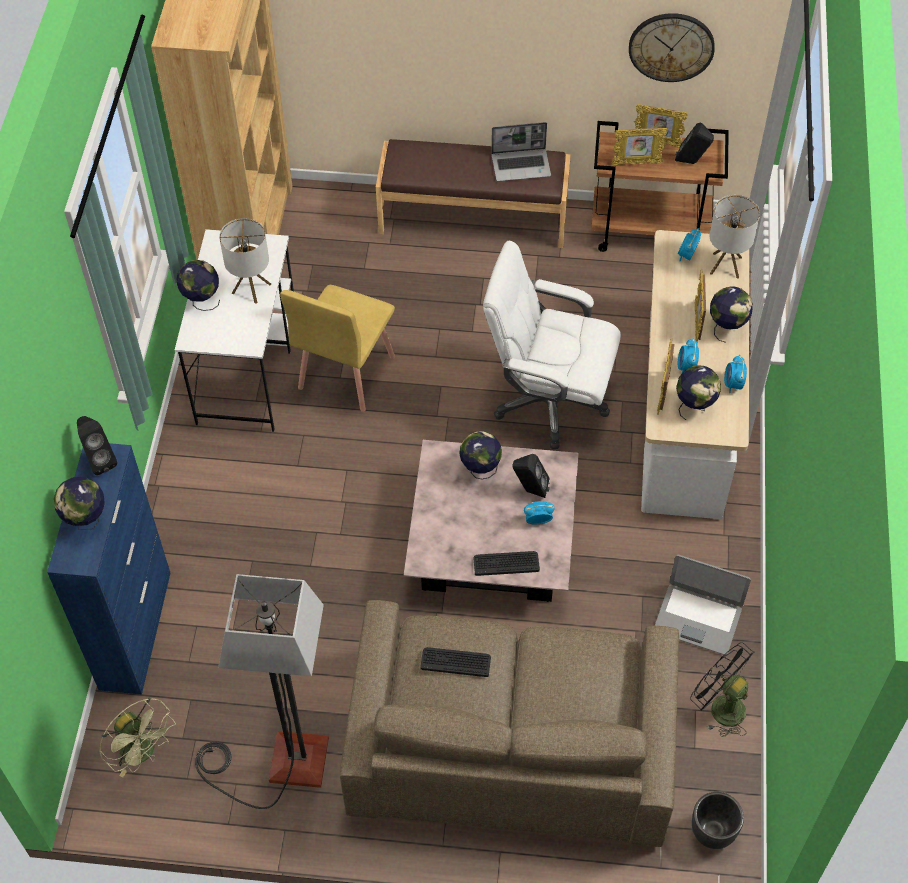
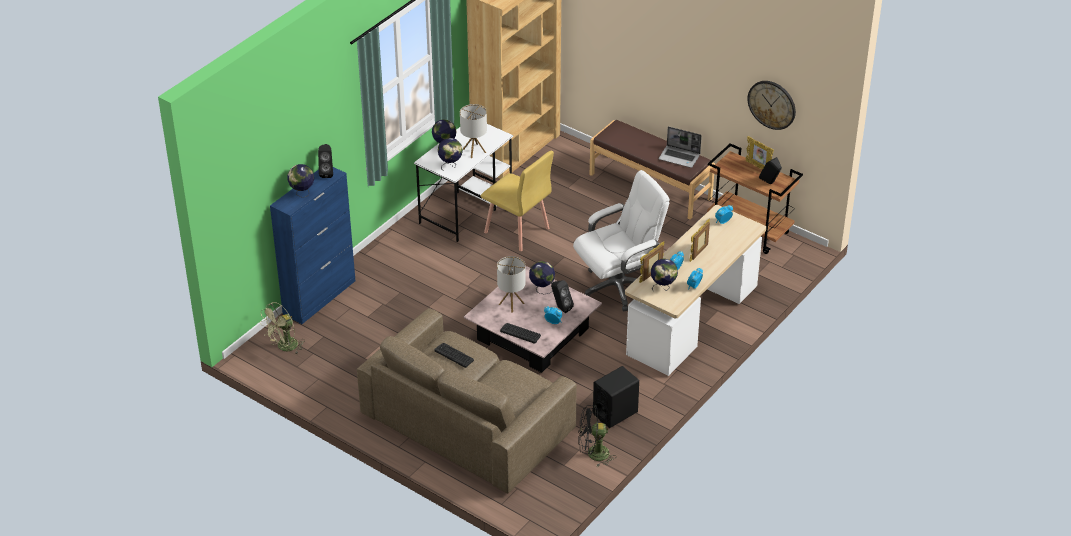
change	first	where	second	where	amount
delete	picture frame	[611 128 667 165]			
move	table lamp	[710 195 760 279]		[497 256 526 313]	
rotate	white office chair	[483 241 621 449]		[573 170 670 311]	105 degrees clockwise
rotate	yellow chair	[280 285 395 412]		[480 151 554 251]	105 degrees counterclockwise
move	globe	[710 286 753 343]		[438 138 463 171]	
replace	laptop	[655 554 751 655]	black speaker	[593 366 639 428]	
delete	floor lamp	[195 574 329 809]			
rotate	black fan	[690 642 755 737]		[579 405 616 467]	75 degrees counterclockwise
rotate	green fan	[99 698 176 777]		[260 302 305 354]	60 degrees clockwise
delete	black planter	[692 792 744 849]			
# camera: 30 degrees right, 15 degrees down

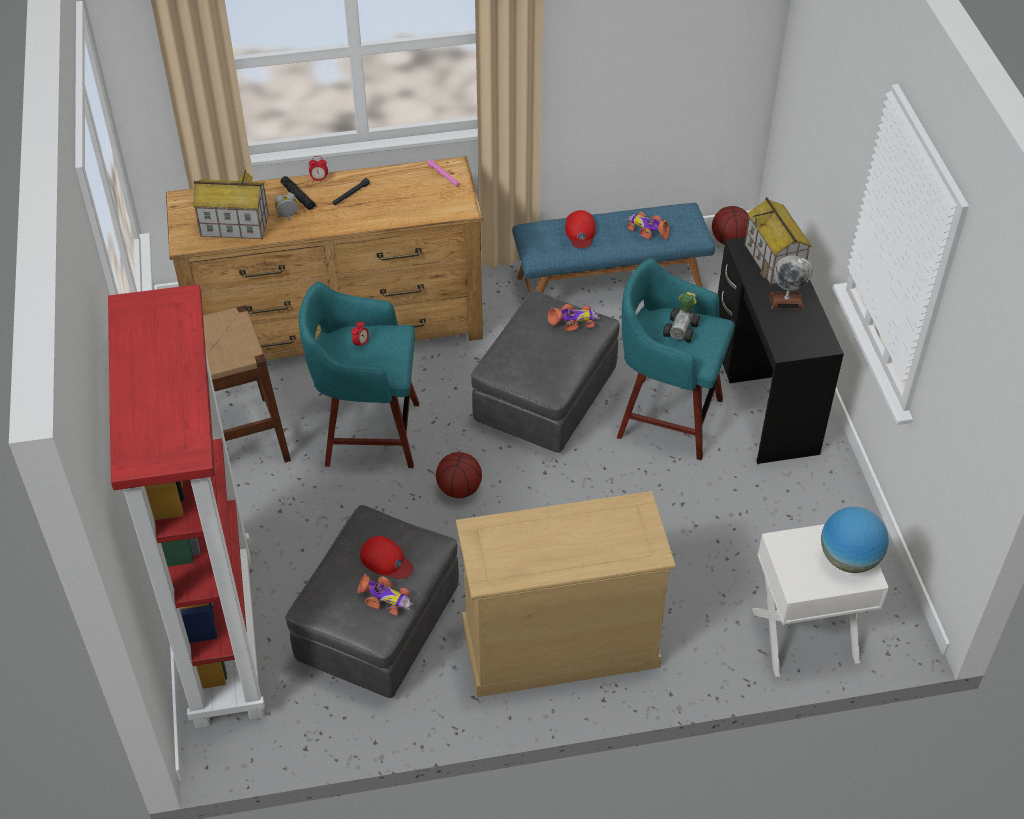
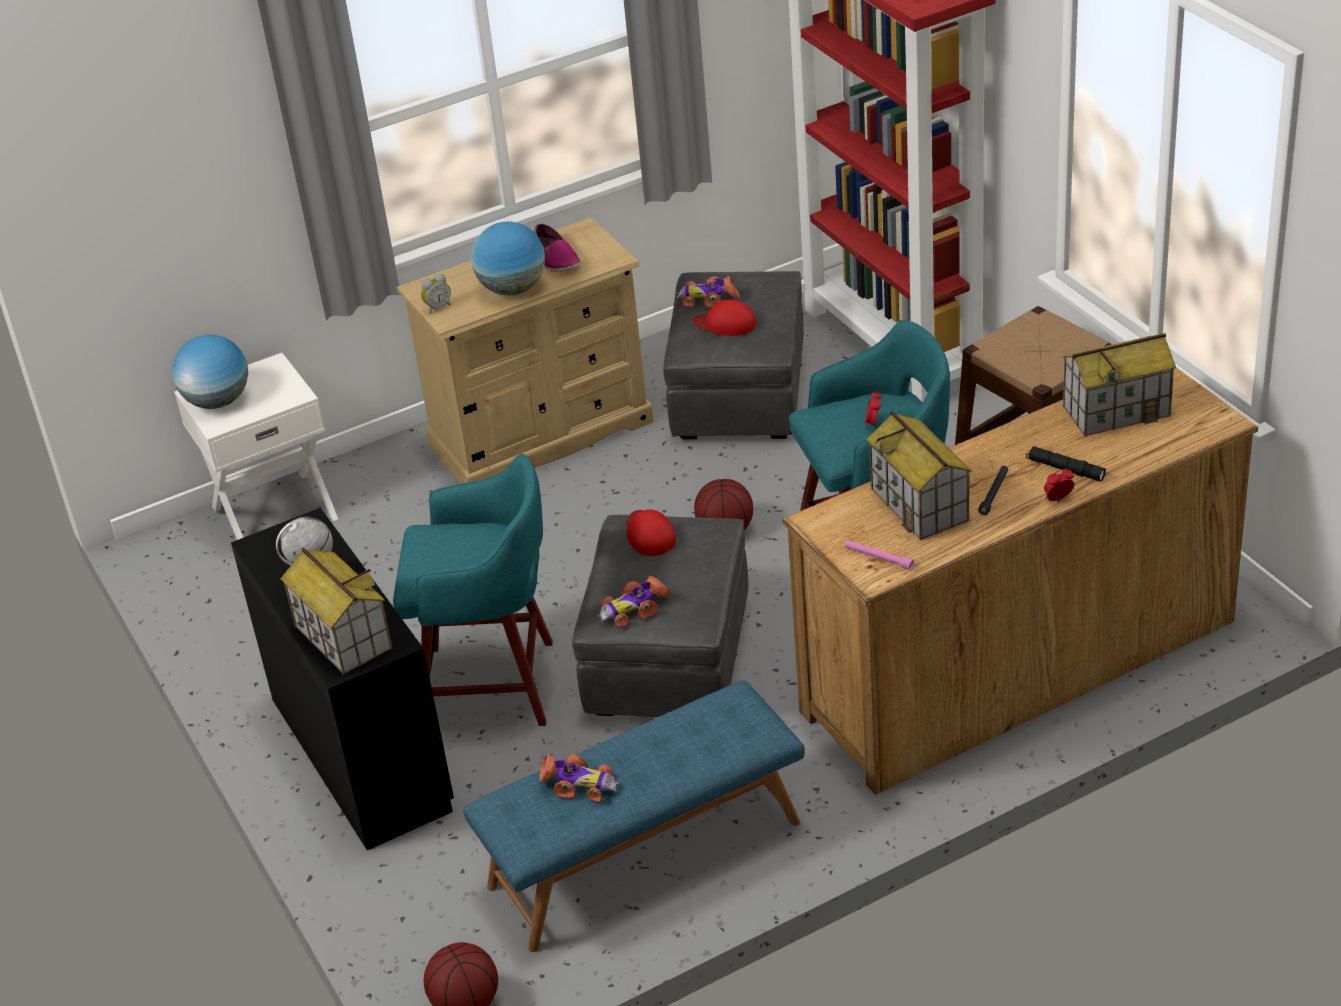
change	first	where	second	where	amount
move	alarm clock	[275 193 298 221]		[421 274 451 314]	
move	red cap	[565 210 595 248]		[627 509 676 556]	
delete	toy car	[663 292 700 343]			
insert			globe	[471 221 545 295]	
insert			shoe	[534 223 580 272]	
insert			toy house	[867 411 972 540]	
# camera: 165 degrees right, 10 degrees down

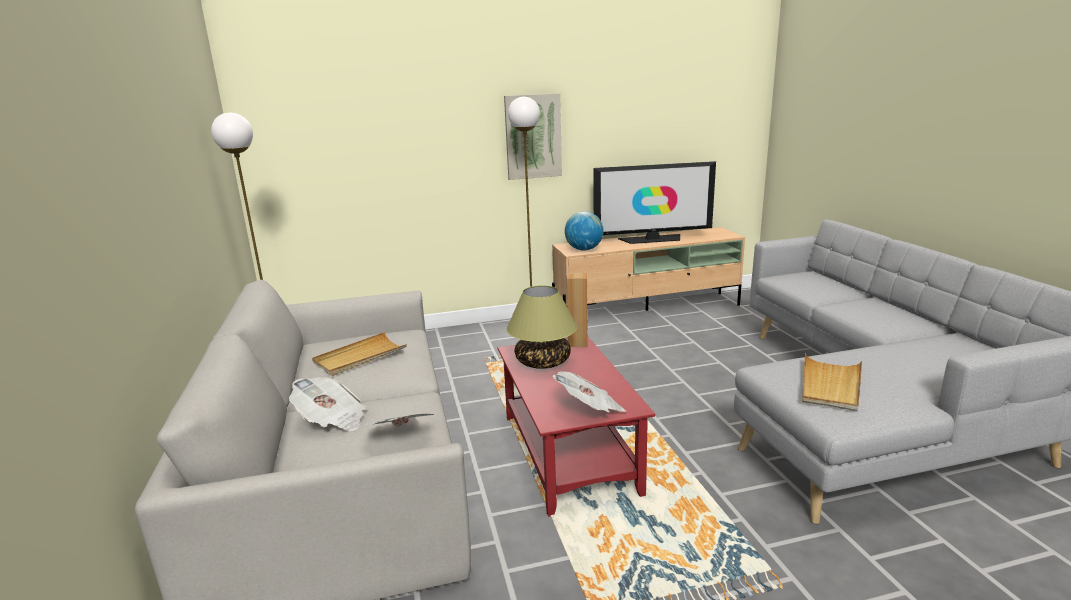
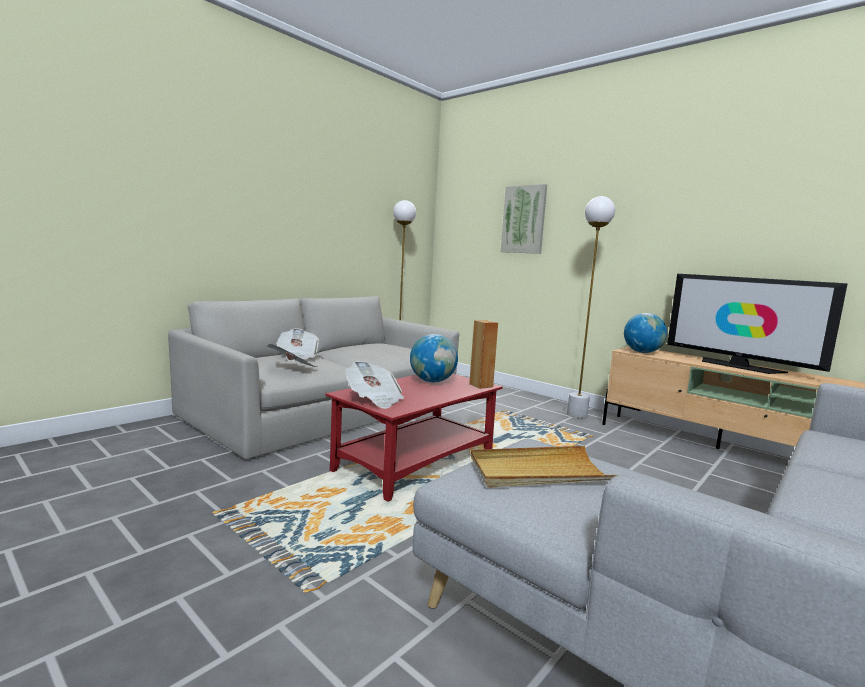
change	first	where	second	where	amount
move	picture	[504 93 562 180]		[501 184 547 254]	
replace	table lamp	[507 285 577 369]	globe	[410 334 458 382]	
delete	beige tray	[312 332 407 376]			
# camera: 55 degrees right, 10 degrees down

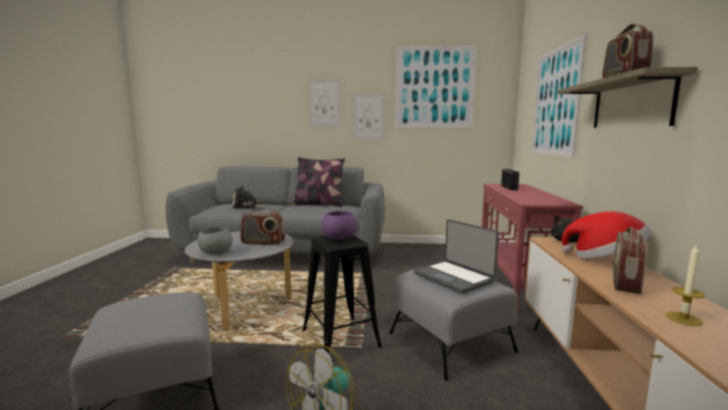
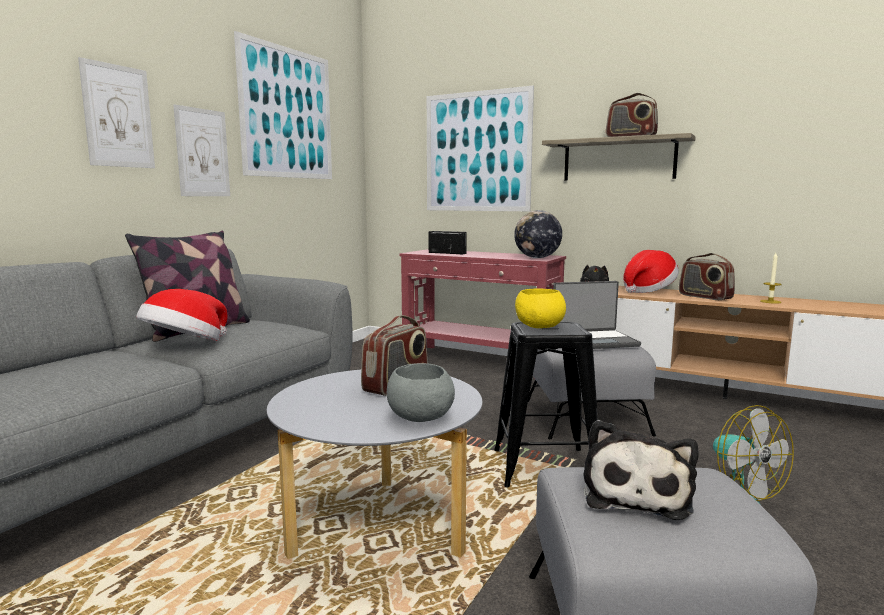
change	first	where	second	where	amount
move	plush toy	[232 185 266 209]		[583 420 699 520]	
recolor	purple bowl	[321 211 357 240]	yellow bowl	[515 288 566 328]	
insert			globe	[514 210 562 258]	
insert			hat	[136 289 228 341]	
# camera: 65 degrees left, 0 degrees up

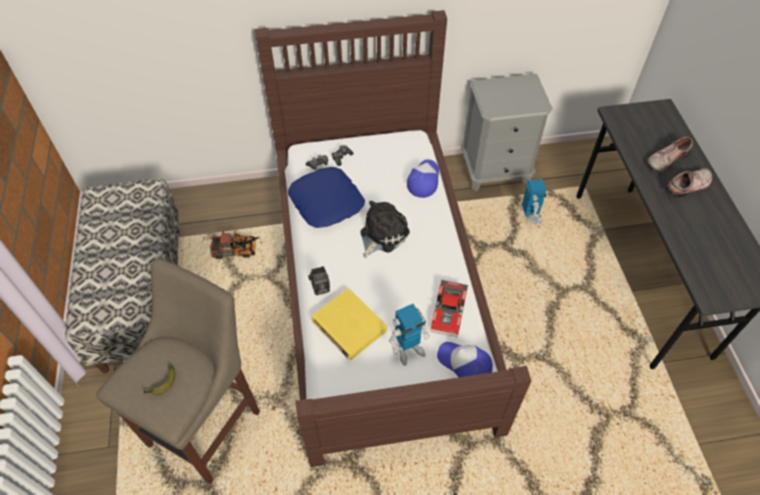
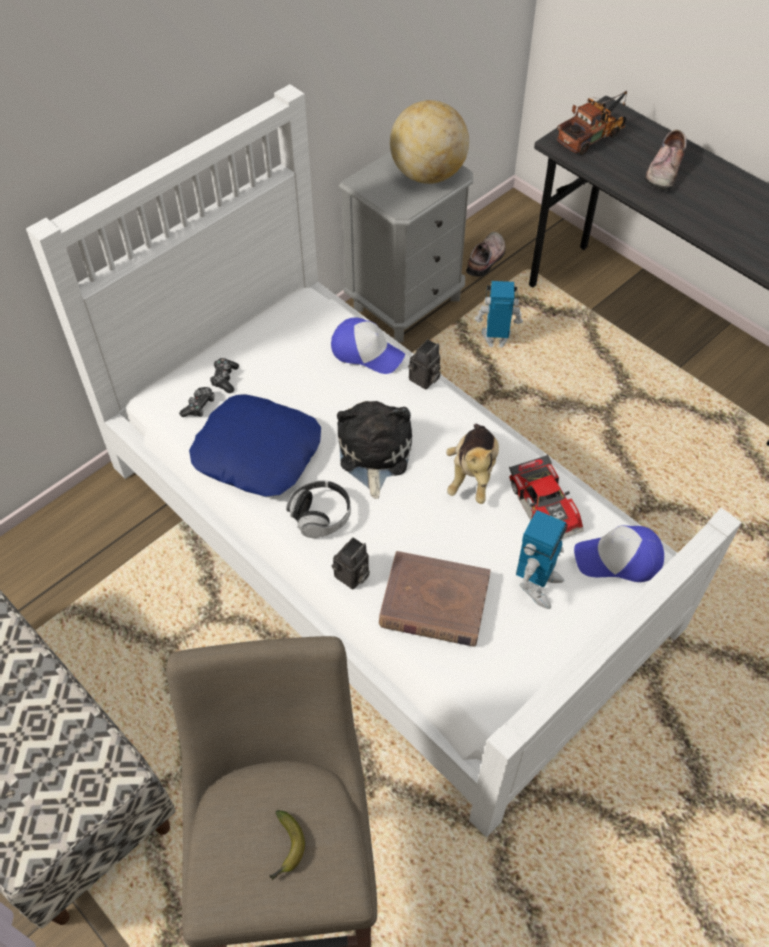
change	first	where	second	where	amount
recolor	brown bed	[255 10 531 467]	white bed	[26 84 742 838]	
rotate	cap	[407 159 439 198]		[331 317 405 374]	135 degrees clockwise
move	shoe	[664 168 712 198]		[466 232 506 277]	
rotate	toy robot	[522 179 547 224]		[475 281 523 348]	45 degrees counterclockwise
move	toy truck	[210 230 263 259]		[557 91 627 155]	
recolor	yellow book	[312 288 387 360]	brown book	[379 551 491 647]	
insert			globe	[390 100 469 184]	
insert			photo camera	[408 339 441 389]	
insert			plush toy	[446 424 499 504]	
insert			headphones	[286 480 351 538]	
# camera: 35 degrees left, 0 degrees up

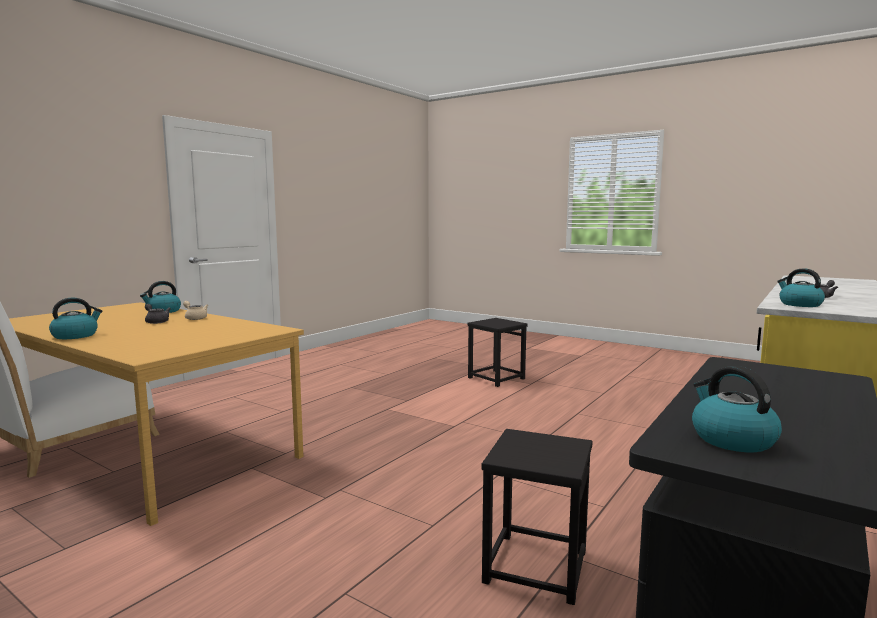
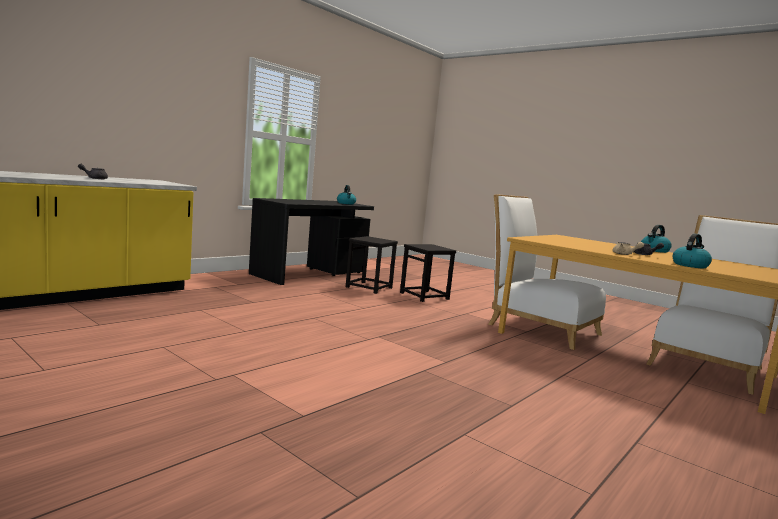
change	first	where	second	where	amount
delete	kettle	[777 269 825 307]			
move	black stool	[468 318 528 387]		[400 244 456 302]	
insert			white chair	[488 194 606 350]	
# camera: 175 degrees left, 0 degrees up

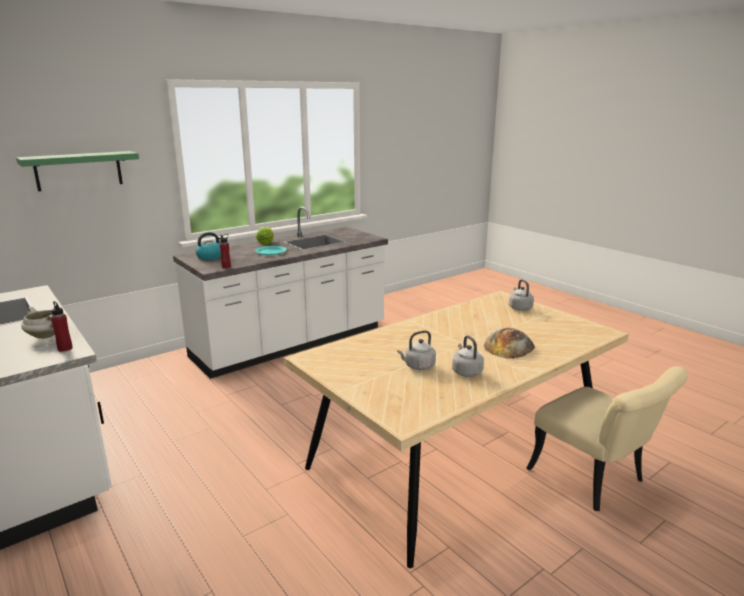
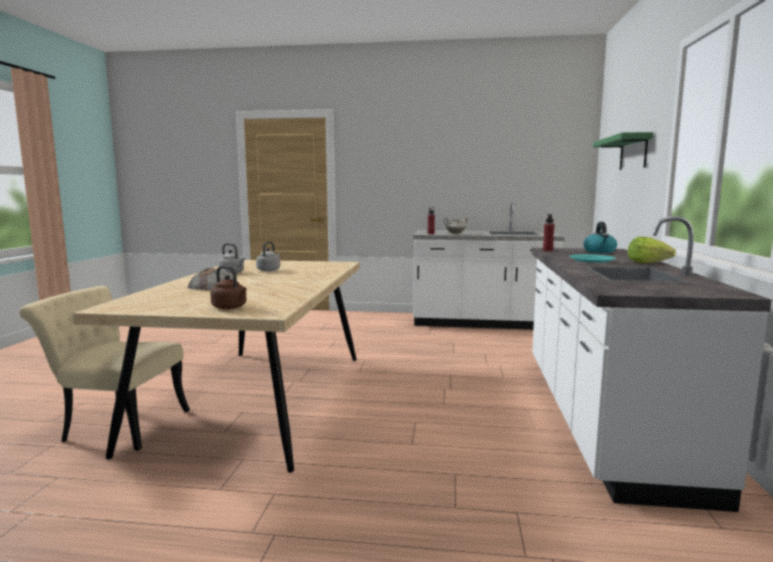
change	first	where	second	where	amount
recolor	grey kettle	[509 279 534 311]	brown kettle	[210 265 247 309]	
# camera: 135 degrees right, 10 degrees down

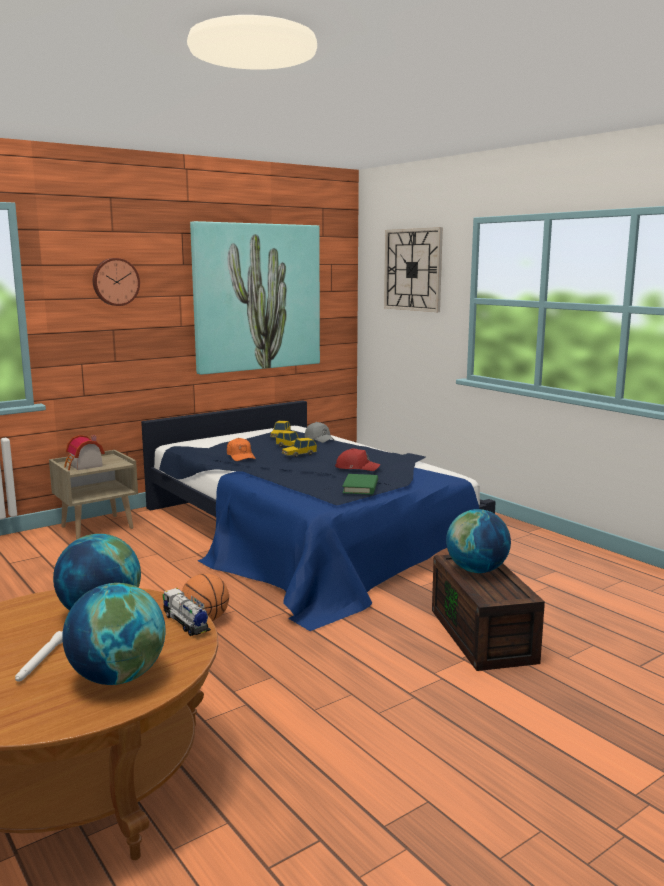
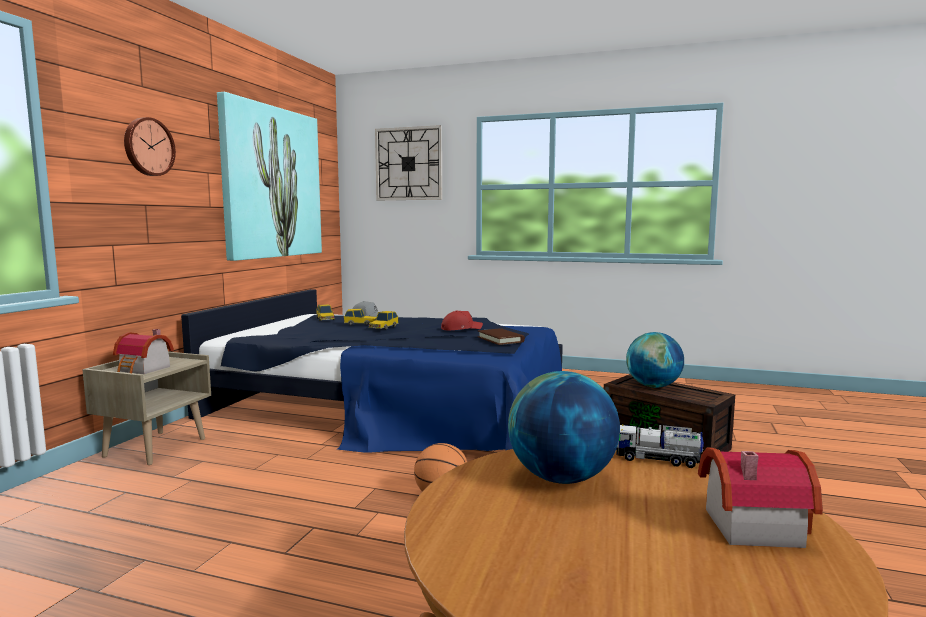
change	first	where	second	where	amount
delete	orange cap	[227 438 256 461]			
recolor	green book	[342 474 378 494]	brown book	[477 328 525 345]	
replace	globe	[62 583 166 685]	toy house	[698 448 823 548]	
delete	white flashlight	[15 631 63 682]			
# camera: 35 degrees left, 5 degrees down

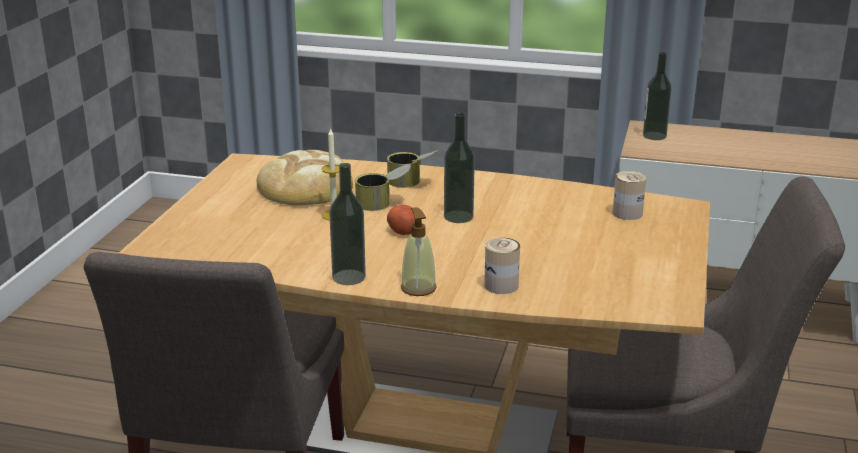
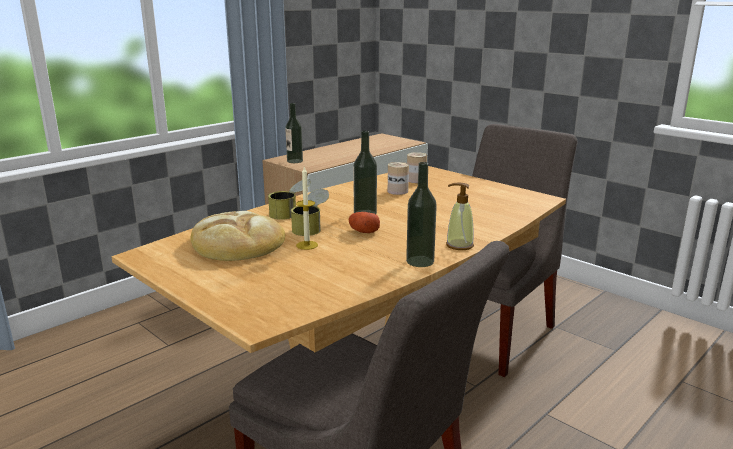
change	first	where	second	where	amount
move	can	[484 237 520 294]		[388 162 409 195]	
# camera: 60 degrees left, 5 degrees down

